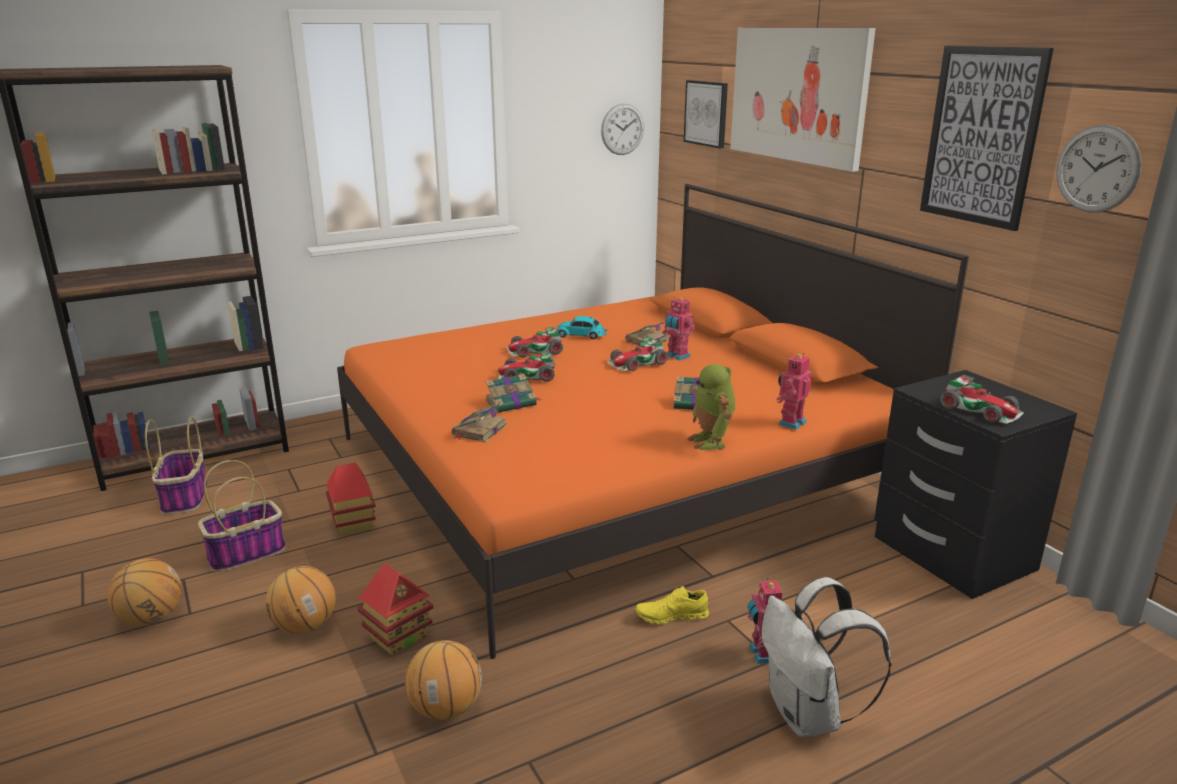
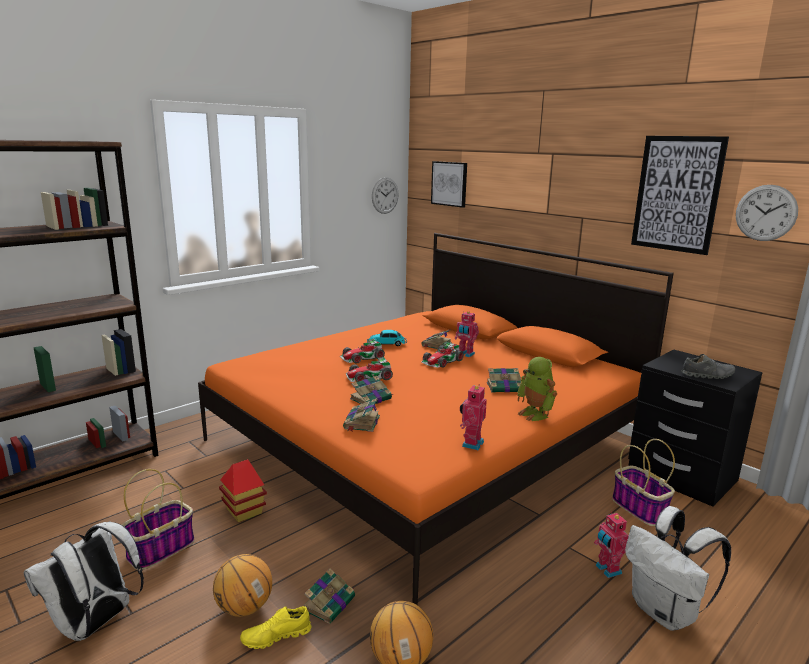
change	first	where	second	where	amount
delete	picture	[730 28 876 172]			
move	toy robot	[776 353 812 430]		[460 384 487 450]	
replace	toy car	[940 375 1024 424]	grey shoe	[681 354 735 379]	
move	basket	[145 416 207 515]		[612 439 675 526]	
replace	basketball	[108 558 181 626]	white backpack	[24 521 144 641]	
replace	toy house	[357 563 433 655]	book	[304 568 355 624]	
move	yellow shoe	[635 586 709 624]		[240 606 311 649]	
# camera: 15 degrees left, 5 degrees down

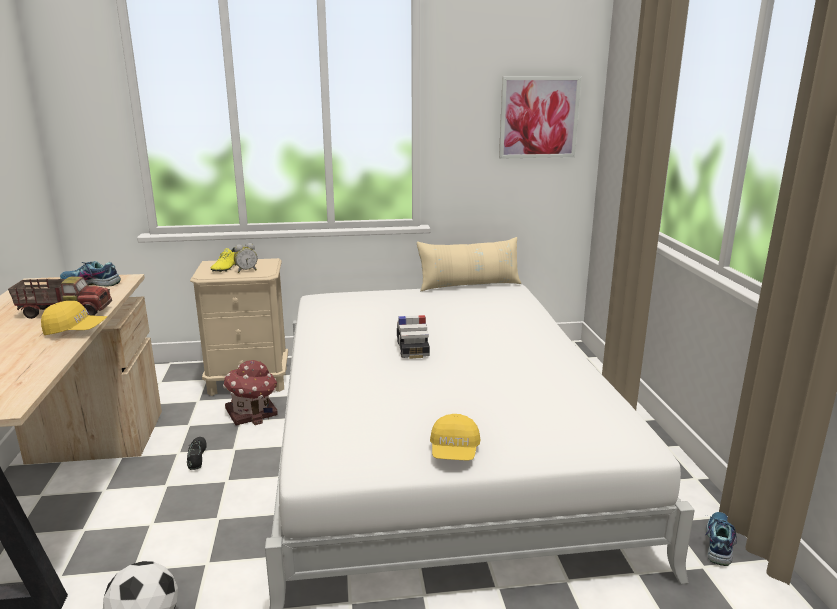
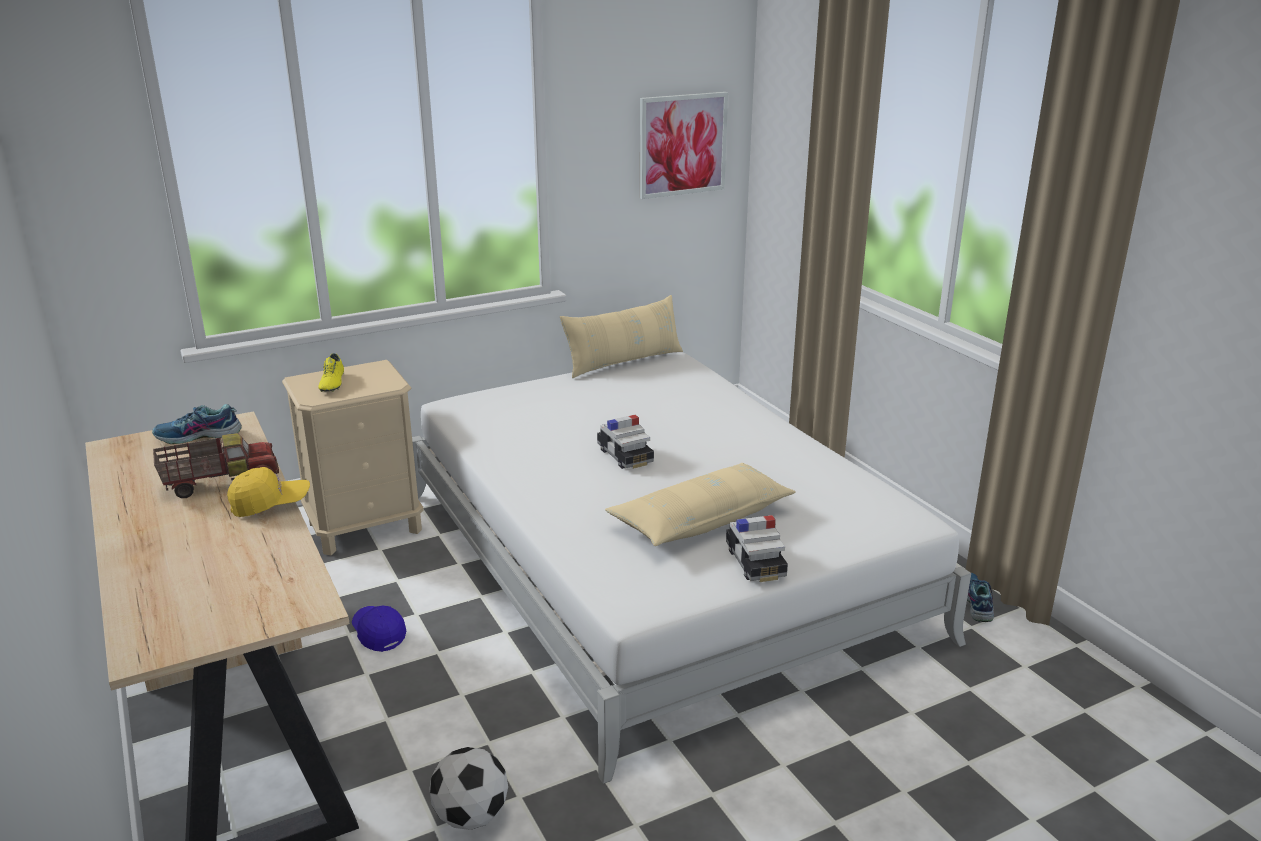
change	first	where	second	where	amount
delete	alarm clock	[234 243 257 273]			
delete	toy house	[223 360 278 425]			
replace	yellow cap	[430 414 480 460]	toy car	[726 515 788 582]	
replace	black shoe	[187 437 207 470]	blue cap	[352 606 406 652]	
insert			beige pillow	[605 463 796 546]	
# camera: 20 degrees left, 5 degrees up

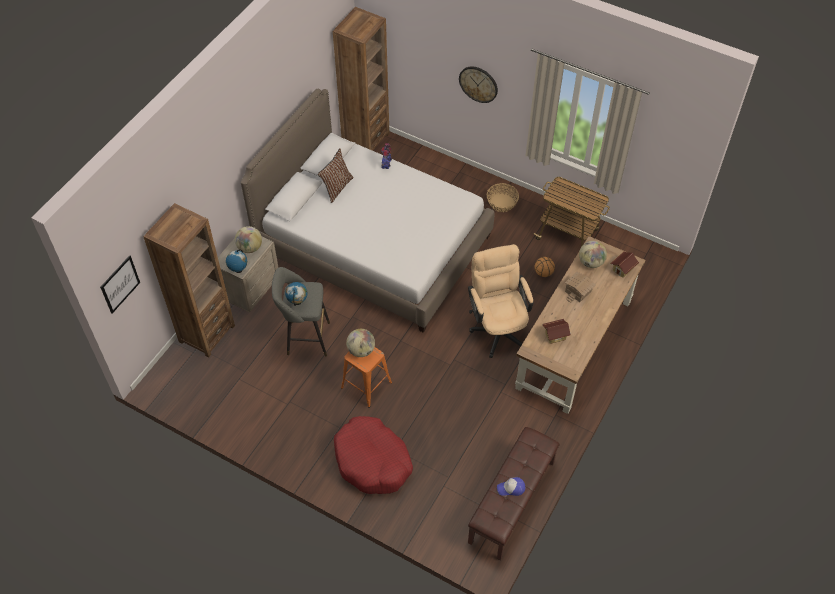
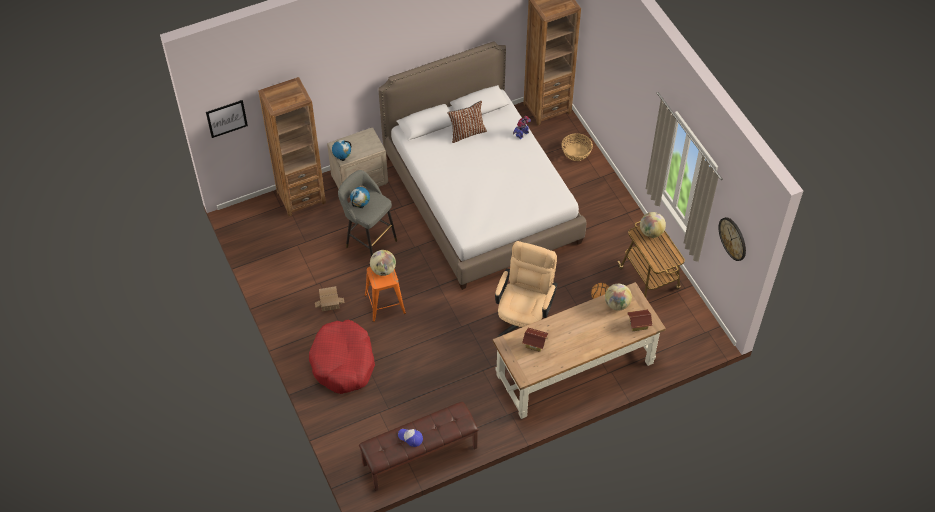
change	first	where	second	where	amount
move	wall clock	[459 66 498 103]		[719 217 746 261]	
move	basket	[487 183 519 212]		[561 133 593 161]	
move	globe	[235 226 262 253]		[640 212 666 238]	
move	toy house	[565 272 596 303]		[315 286 345 311]	
# camera: 35 degrees right, 0 degrees up

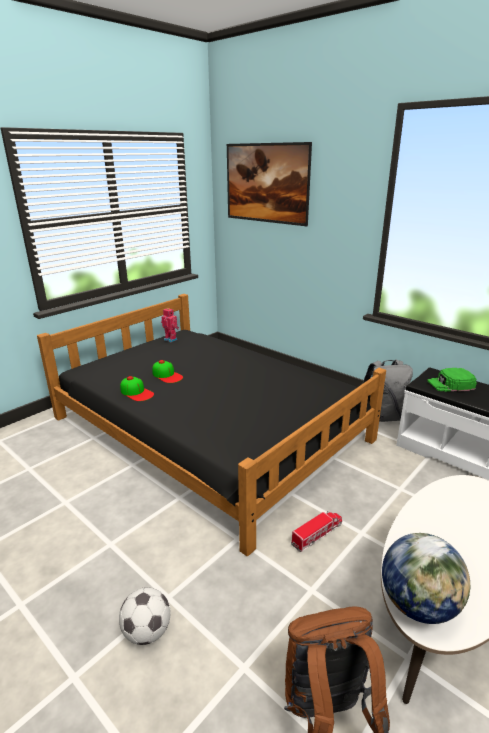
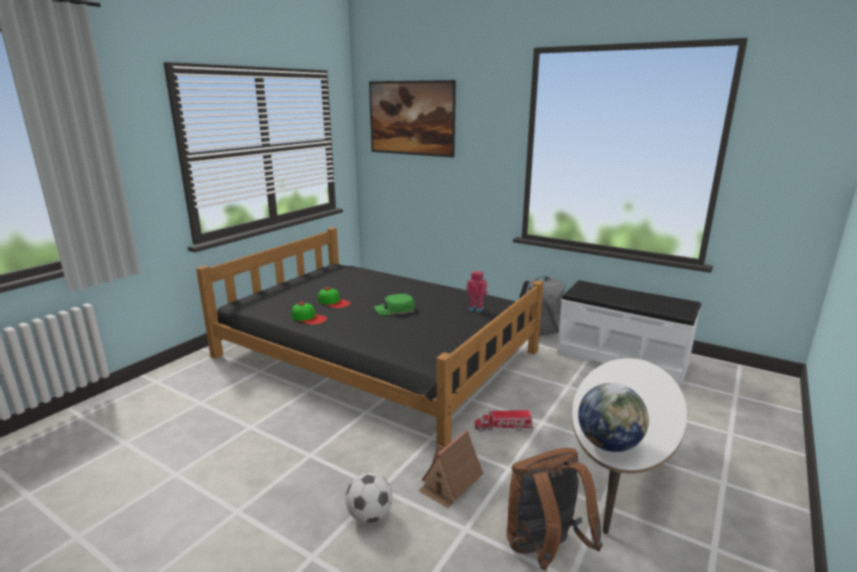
change	first	where	second	where	amount
move	toy robot	[161 308 179 342]		[466 270 488 313]	
move	green cap	[427 368 477 392]		[374 294 415 315]	
rotate	toy truck	[291 511 342 552]		[474 410 533 432]	135 degrees counterclockwise
insert			toy house	[418 430 484 508]	
# camera: 10 degrees left, 5 degrees down

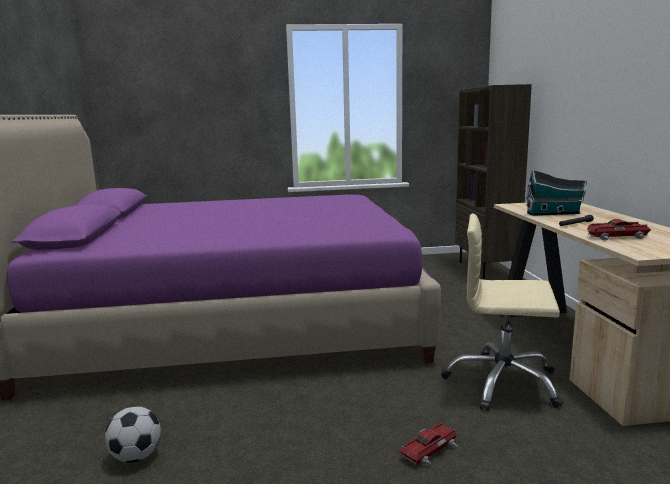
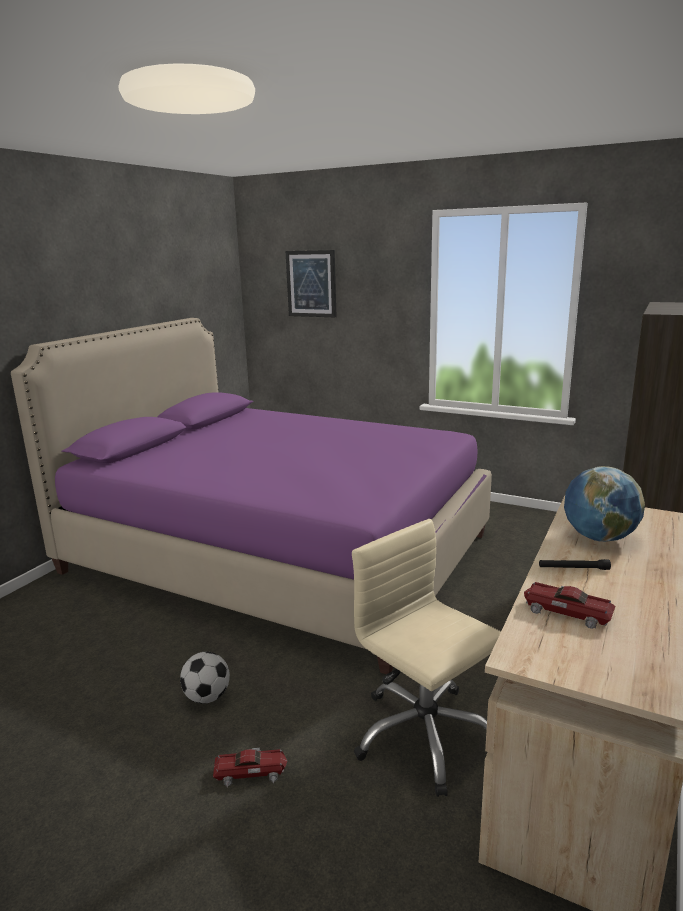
change	first	where	second	where	amount
replace	toy house	[525 169 587 216]	globe	[564 466 645 542]	
move	football	[105 406 161 463]		[180 652 230 704]	
insert			picture	[286 250 337 317]	
# camera: 35 degrees right, 5 degrees up

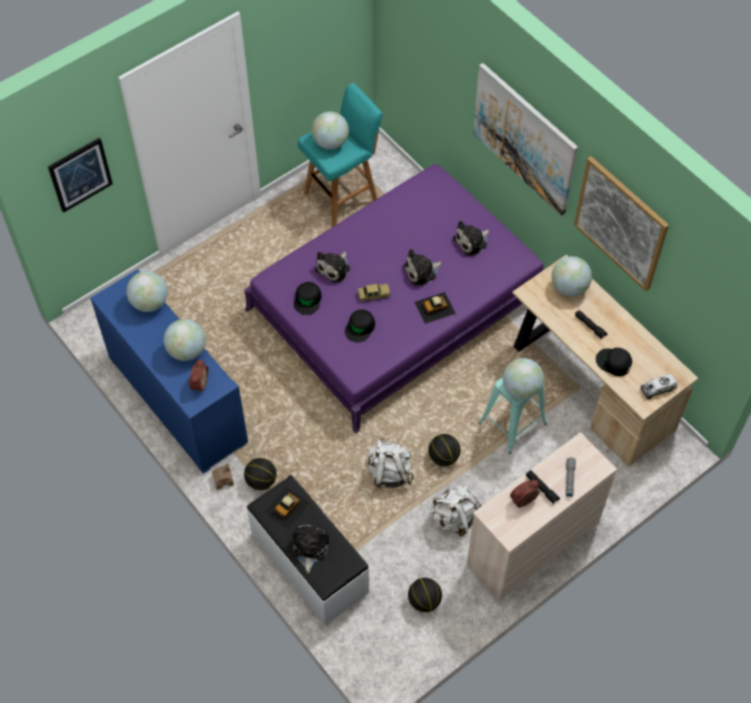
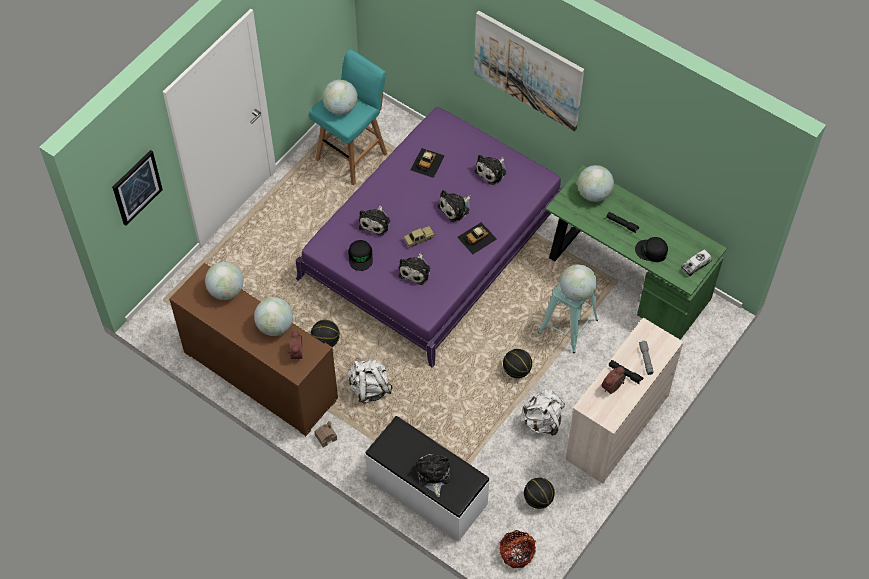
change	first	where	second	where	amount
delete	picture	[574 156 669 291]			
recolor	beige desk	[512 255 698 467]	green desk	[546 165 727 340]	
recolor	blue cabinet	[90 269 248 474]	brown cabinet	[169 263 338 436]	
replace	black cap	[345 310 375 342]	plush toy	[399 253 431 285]	
move	white backpack	[368 438 414 488]		[347 358 393 403]	
move	basketball	[244 458 277 490]		[311 320 340 347]	
move	toy car	[264 486 311 529]		[410 148 445 178]	
insert			basket	[499 530 536 568]	
# camera: 15 degrees left, 0 degrees up

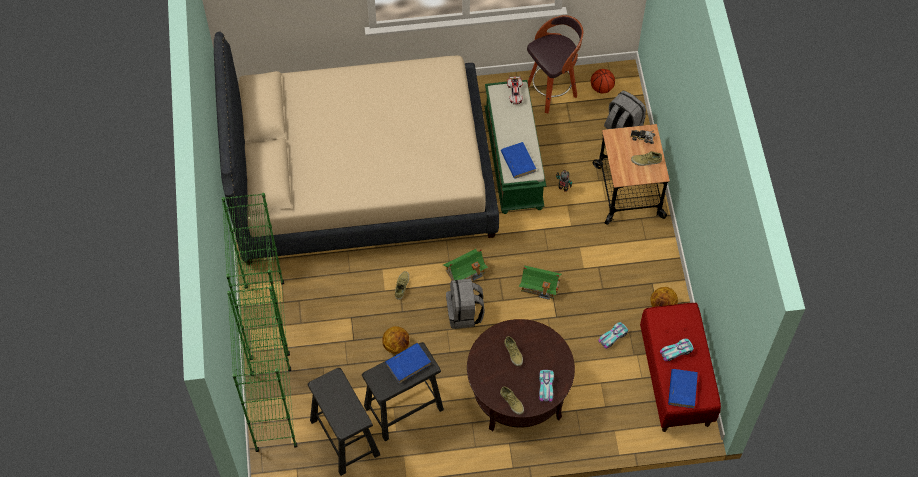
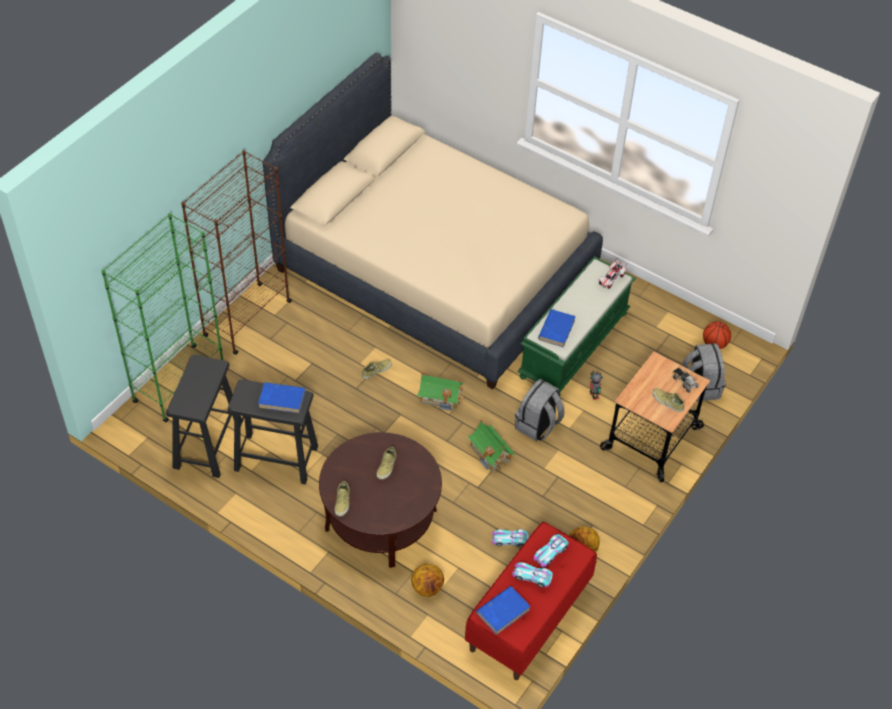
change	first	where	second	where	amount
delete	stool	[527 15 583 113]			
recolor	green bookcase	[221 193 290 360]	brown bookcase	[181 150 292 355]	
move	grey backpack	[446 279 485 329]		[515 379 565 441]	
move	basketball	[382 326 409 354]		[411 564 444 597]	
move	toy car	[539 370 554 402]		[533 534 569 568]	
# camera: 40 degrees right, 10 degrees down

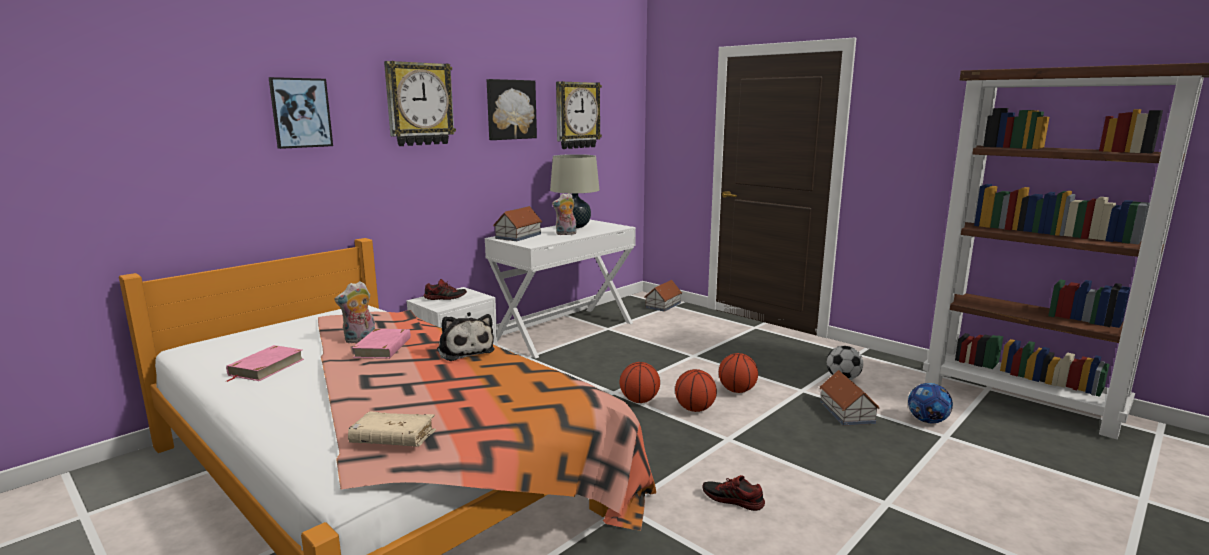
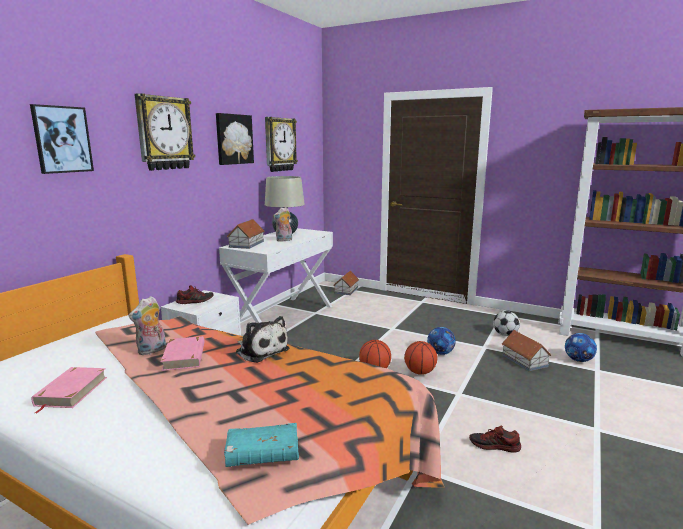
change	first	where	second	where	amount
replace	basketball	[719 353 758 393]	football	[427 327 456 355]	
recolor	beige book	[348 411 436 447]	turquoise book	[224 423 299 467]	
# camera: 15 degrees left, 0 degrees up

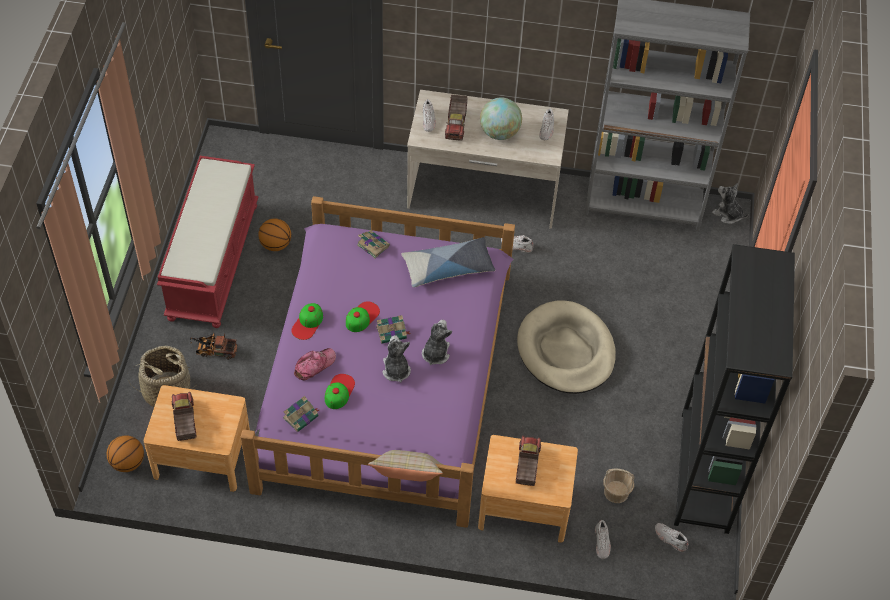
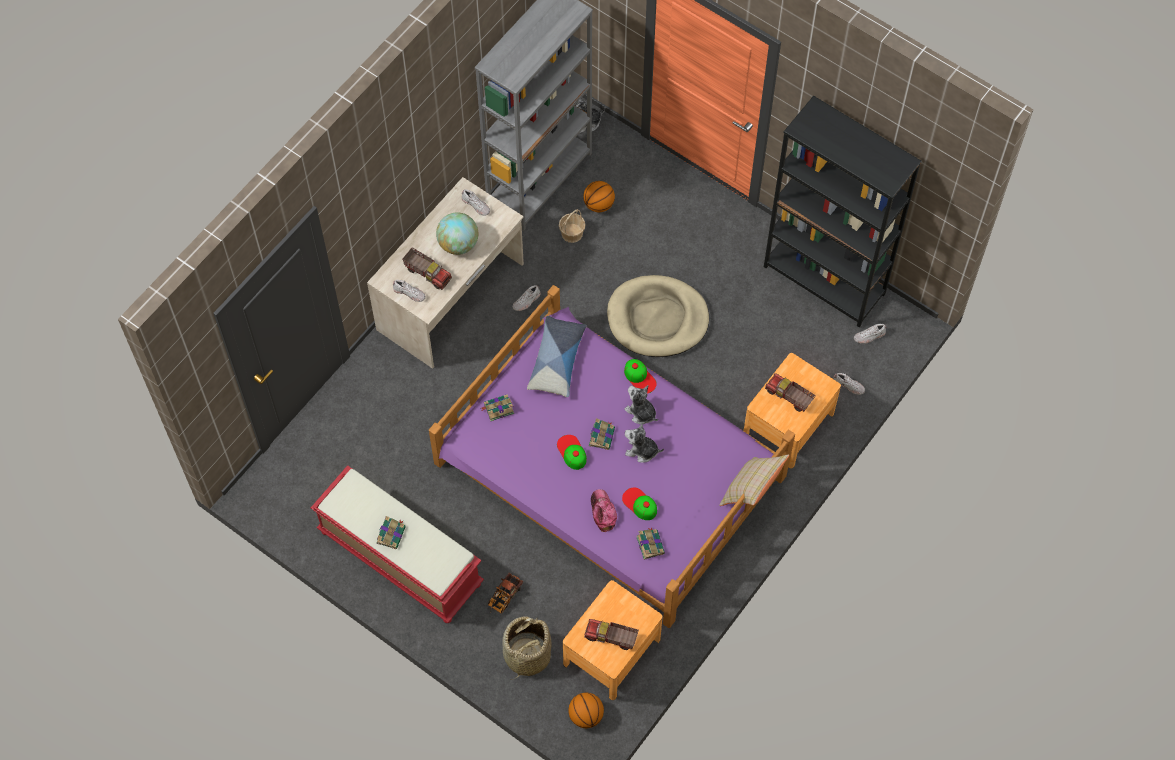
change	first	where	second	where	amount
move	basketball	[258 219 291 251]		[583 181 615 212]	
move	cap	[291 303 323 340]		[624 359 657 394]	
move	basket	[603 469 635 503]		[559 209 586 243]	
insert			book	[376 516 406 549]	
# camera: 60 degrees left, 10 degrees up

